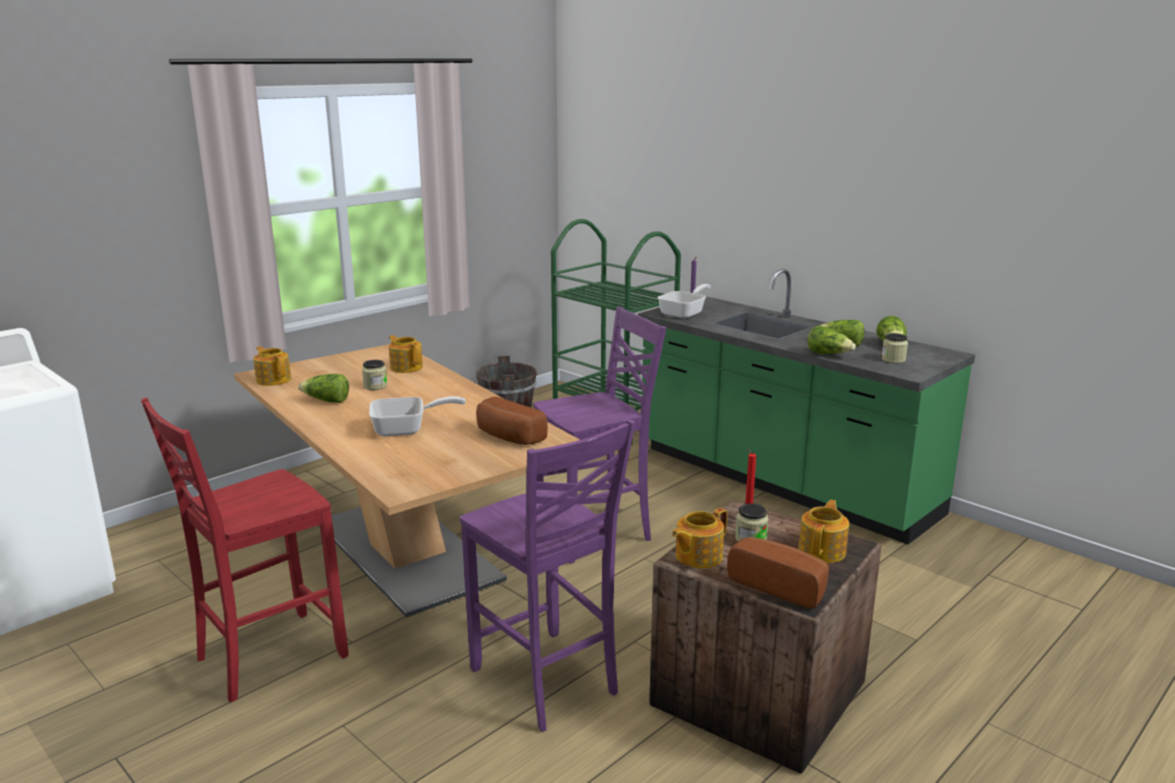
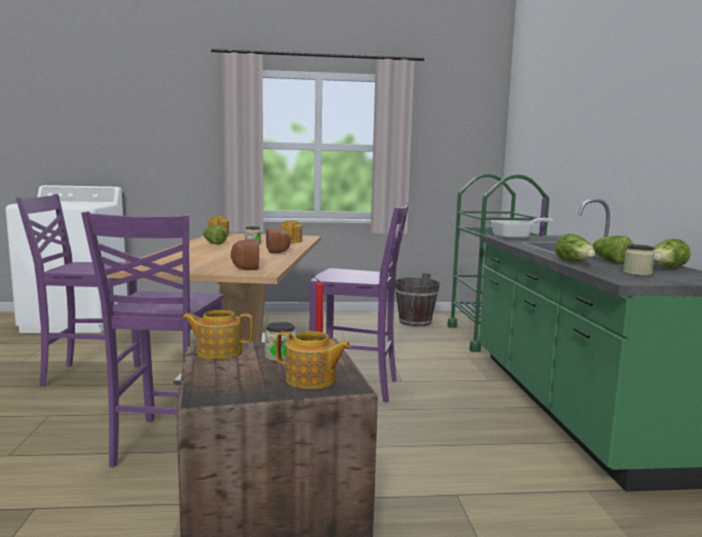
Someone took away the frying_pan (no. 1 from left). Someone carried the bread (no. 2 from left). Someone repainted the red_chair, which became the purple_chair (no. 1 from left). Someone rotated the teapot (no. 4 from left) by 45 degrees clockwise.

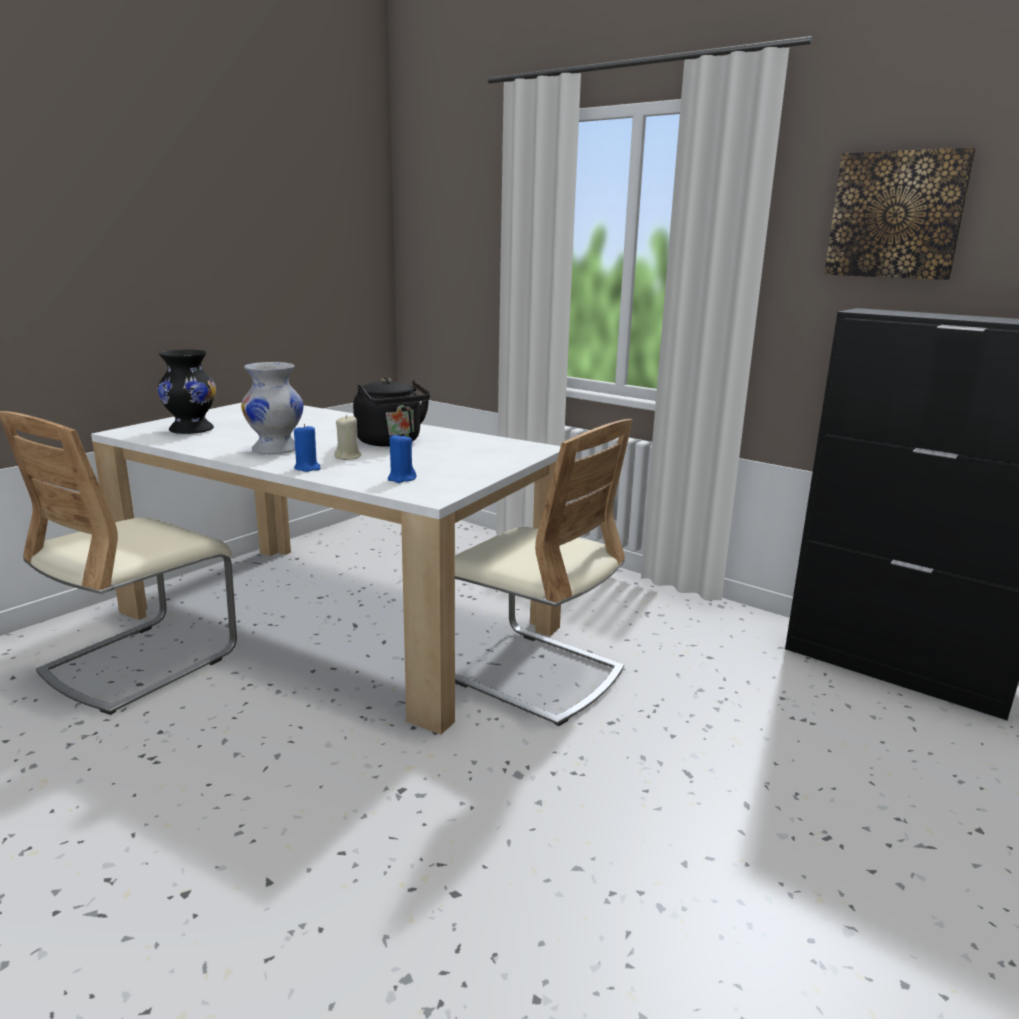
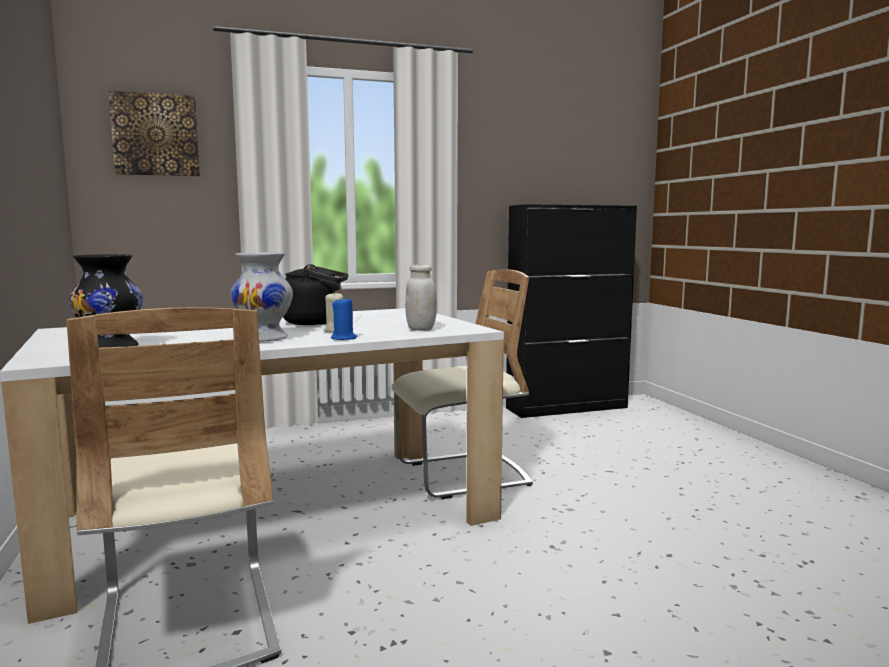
Someone carried the picture. Someone swapped the blue_candle (no. 2 from left) for the white_jar.

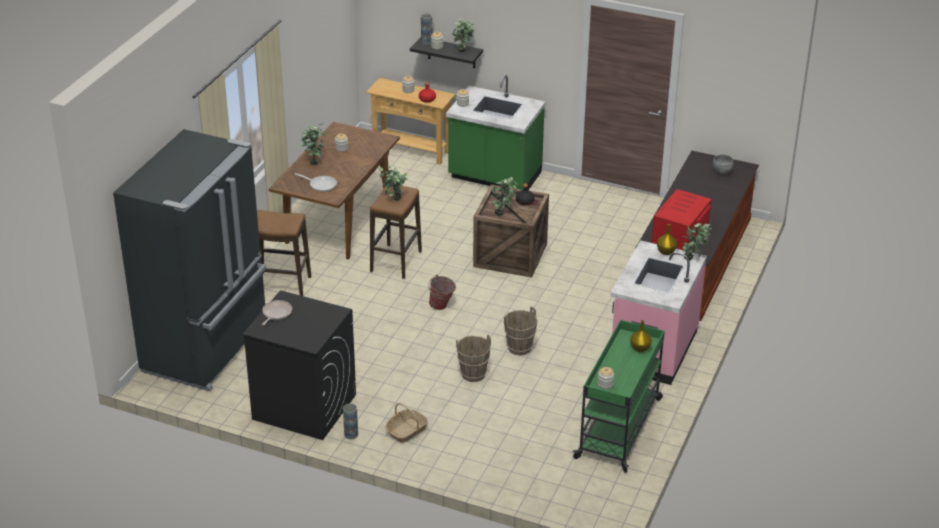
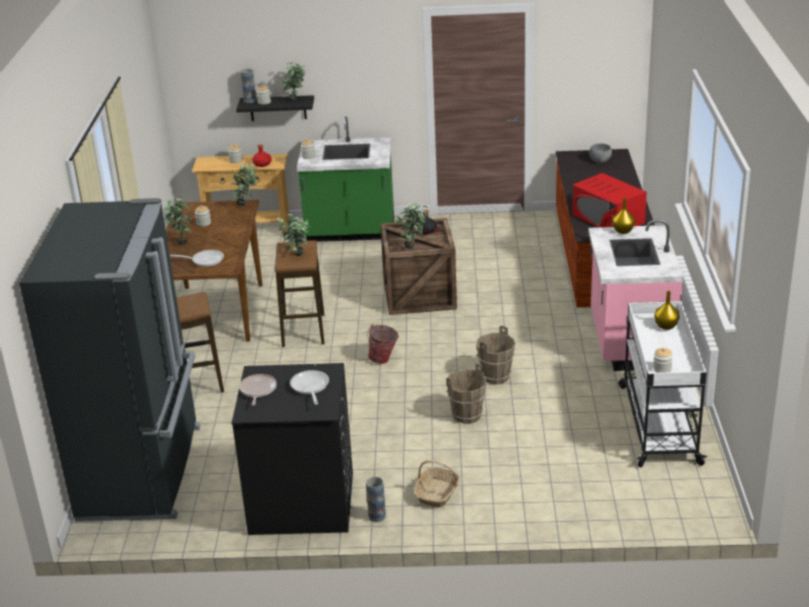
Someone put down the frying_pan (no. 3 from left). Someone carried the potted_plant (no. 5 from left in the first image). Someone repainted the green_cart, which became the white_cart. Someone rotated the red_microwave by 45 degrees counterclockwise.

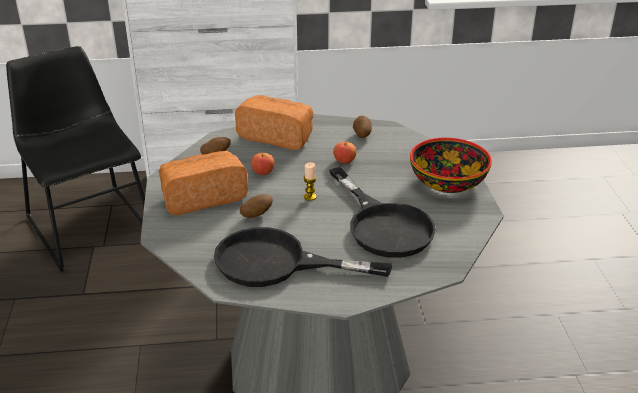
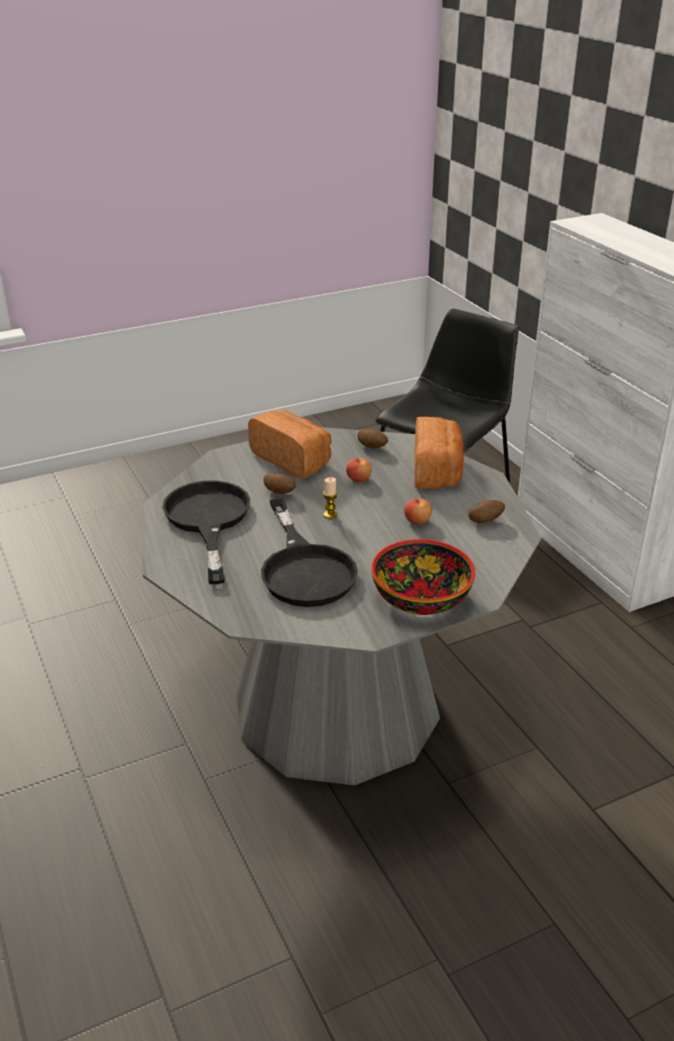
Someone rotated the black_frying_pan (no. 2 from left) by 60 degrees counterclockwise.

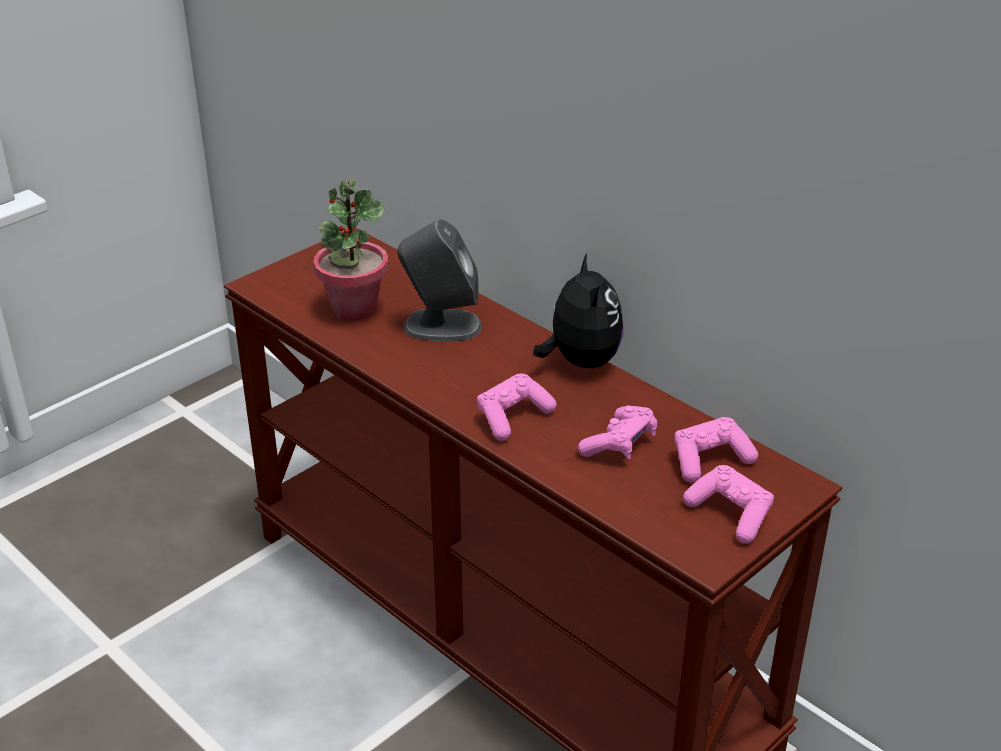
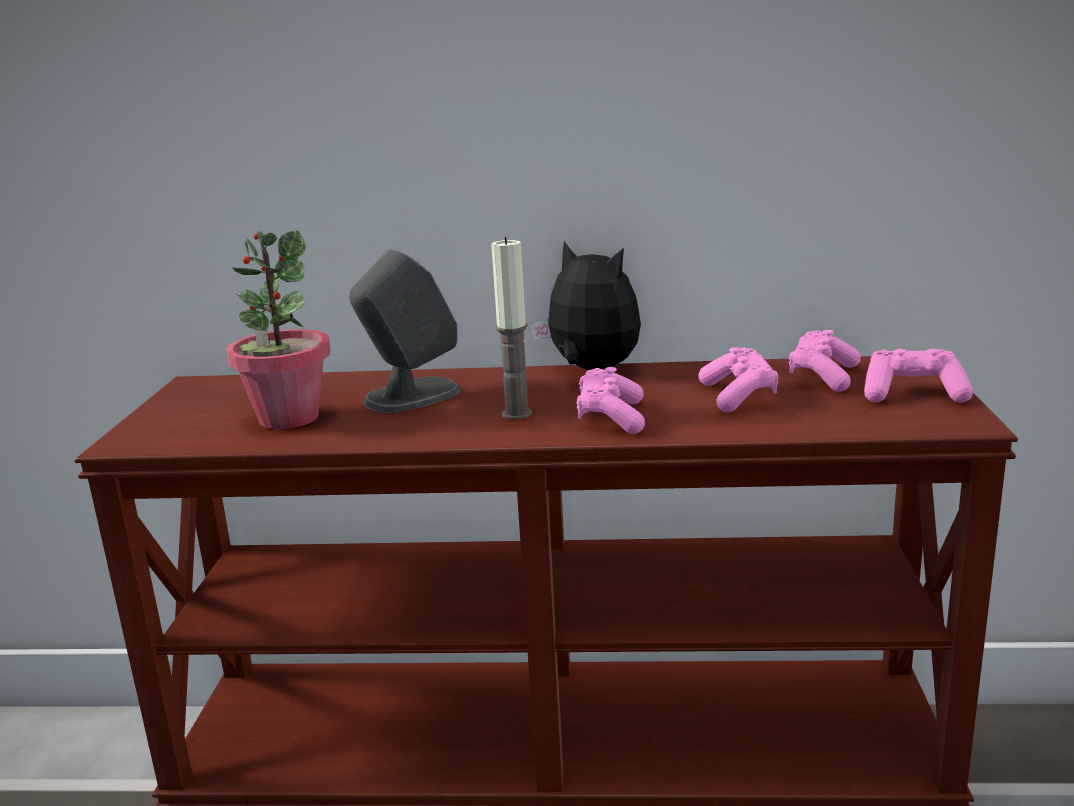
Someone put down the candle.

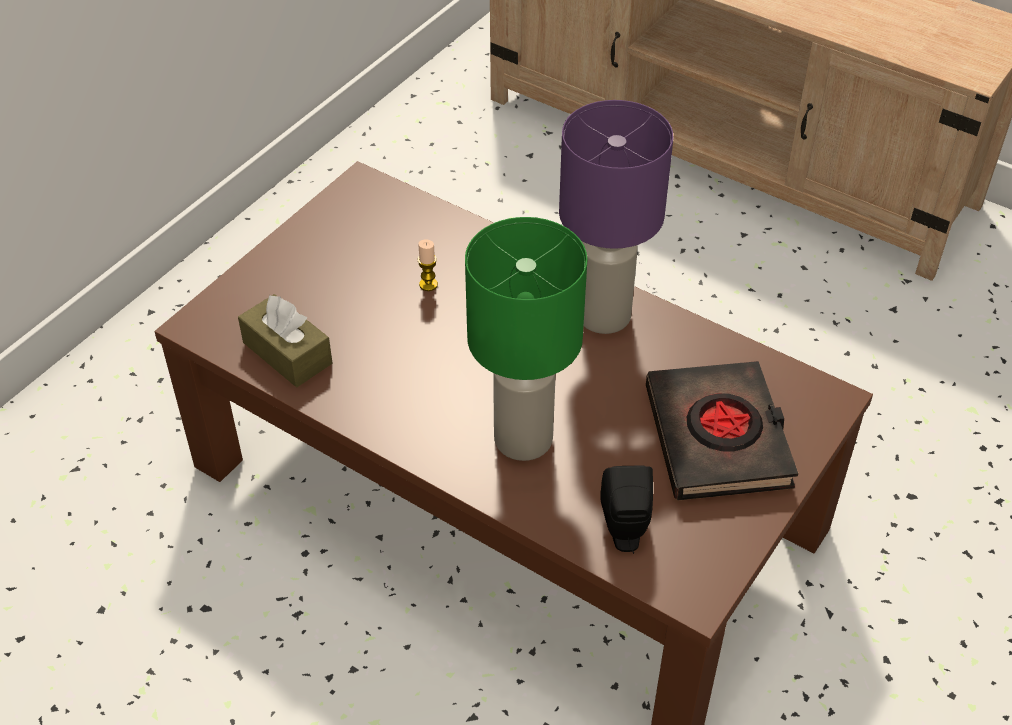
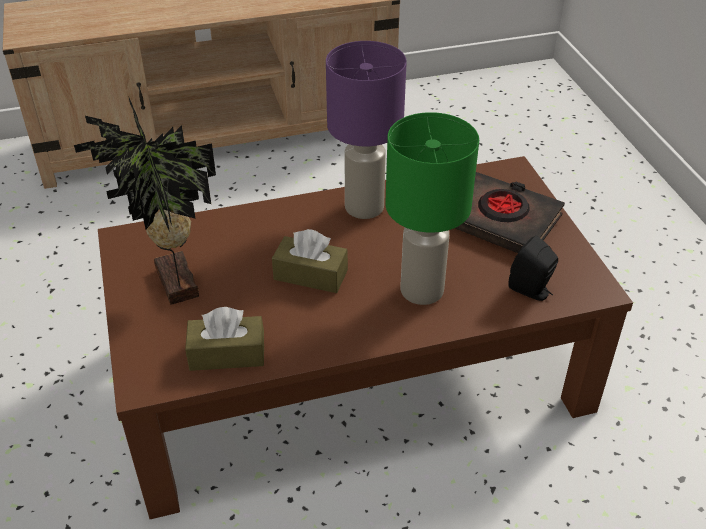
Someone took away the candle. Someone put down the potted_plant. Someone put down the brown_tissue_box (no. 2 from left).

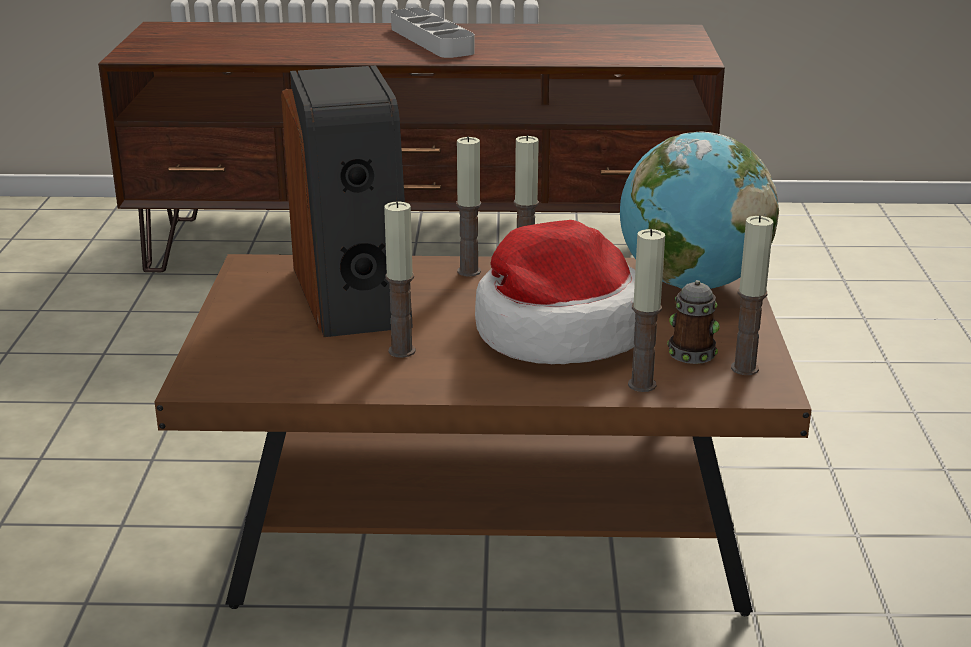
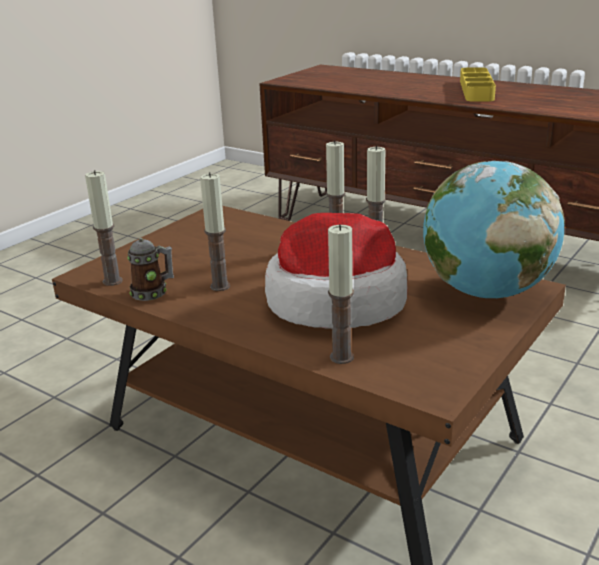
Someone took away the speaker. Someone carried the mug. Someone carried the candle (no. 5 from left in the first image). Someone repainted the grey_tray, which became the yellow_tray.

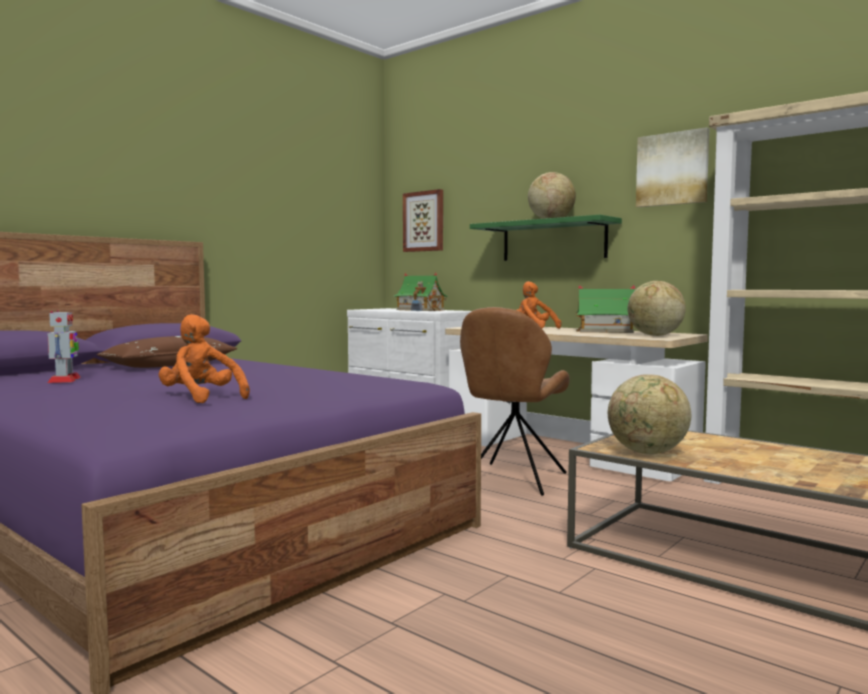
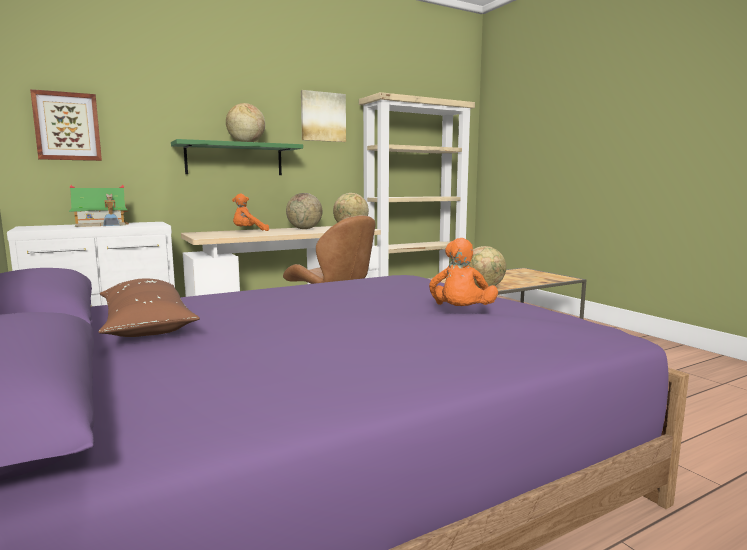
Someone took away the toy_robot. Someone swapped the toy_house (no. 2 from left) for the globe (no. 2 from left). Someone rotated the orange_plush_toy (no. 1 from left in the first image) by 45 degrees counterclockwise.

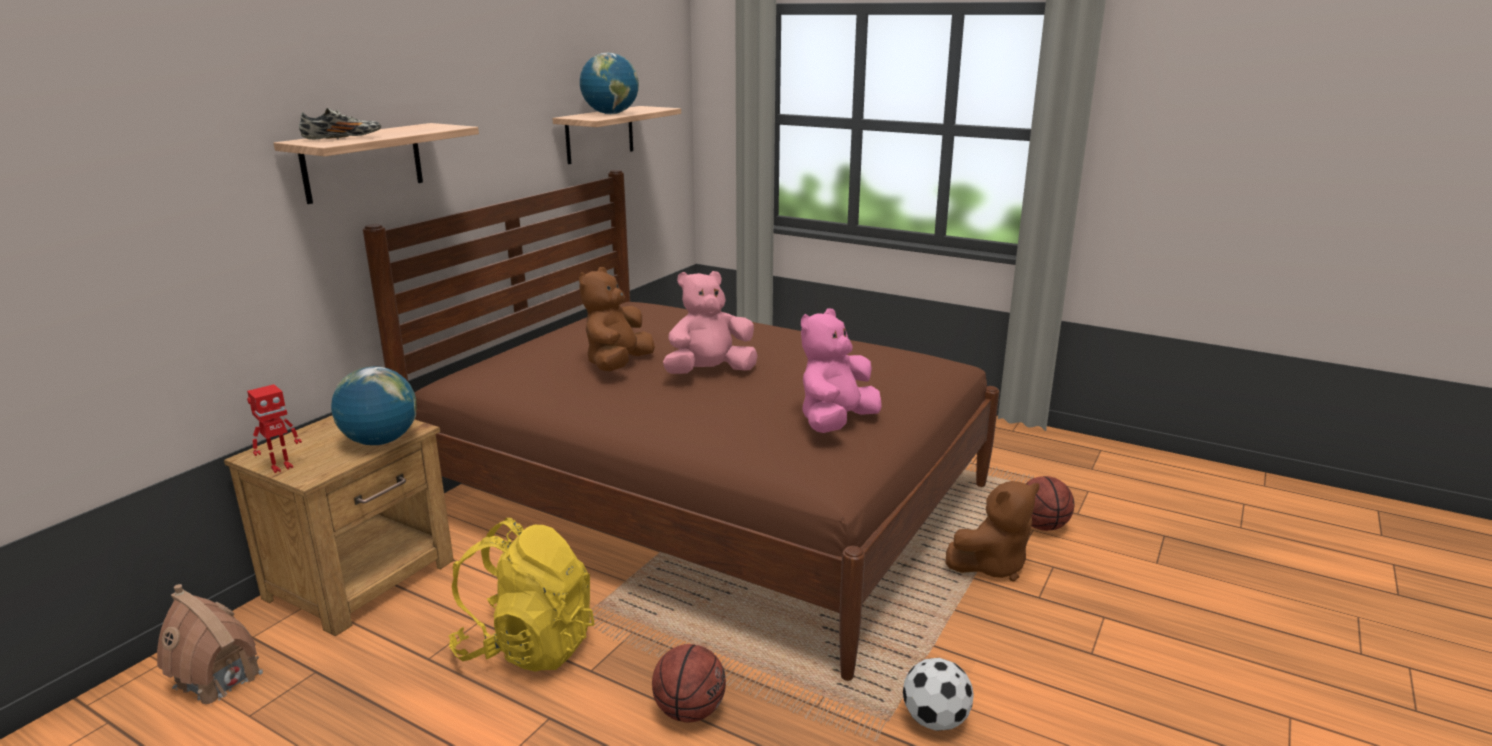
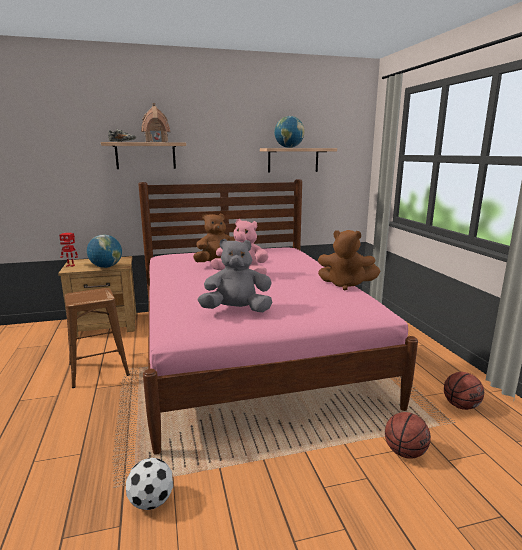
Someone carried the toy_house. Someone carried the basketball (no. 1 from left in the first image). Someone carried the brown_plush_toy (no. 2 from left). Someone swapped the yellow_backpack for the brown_stool. Someone repainted the brown_bed, which became the pink_bed. Someone repainted the pink_plush_toy (no. 2 from left), which became the grey_plush_toy.

